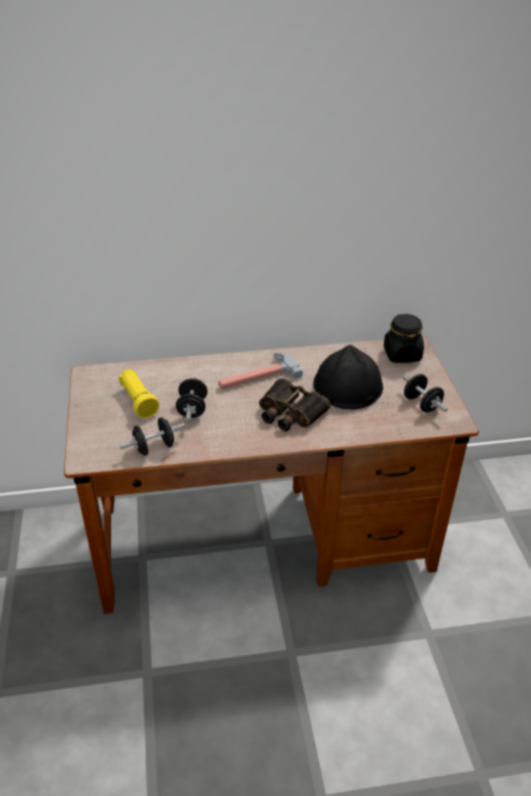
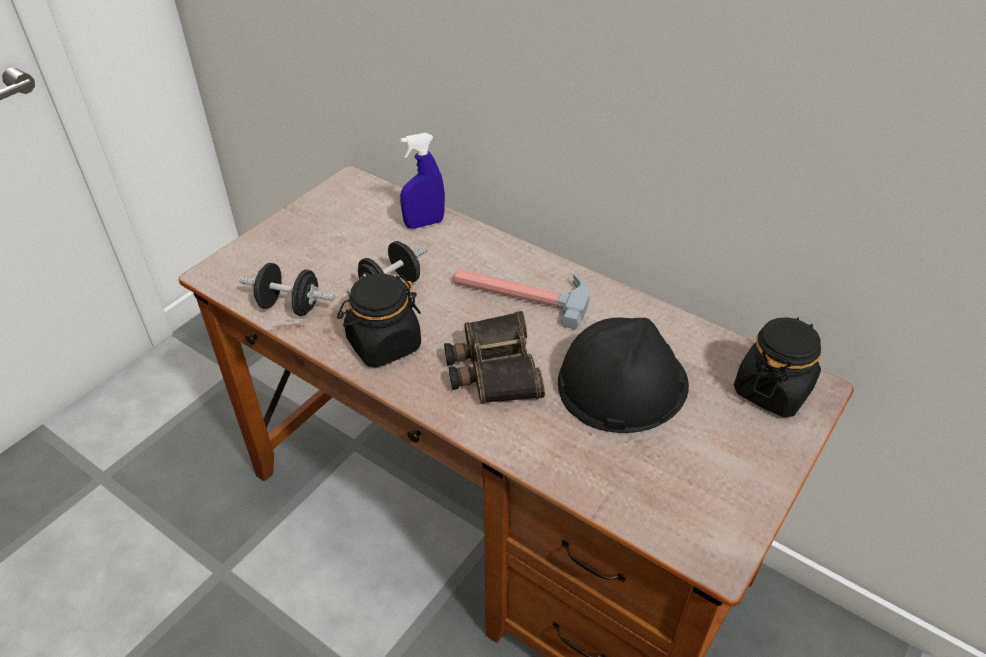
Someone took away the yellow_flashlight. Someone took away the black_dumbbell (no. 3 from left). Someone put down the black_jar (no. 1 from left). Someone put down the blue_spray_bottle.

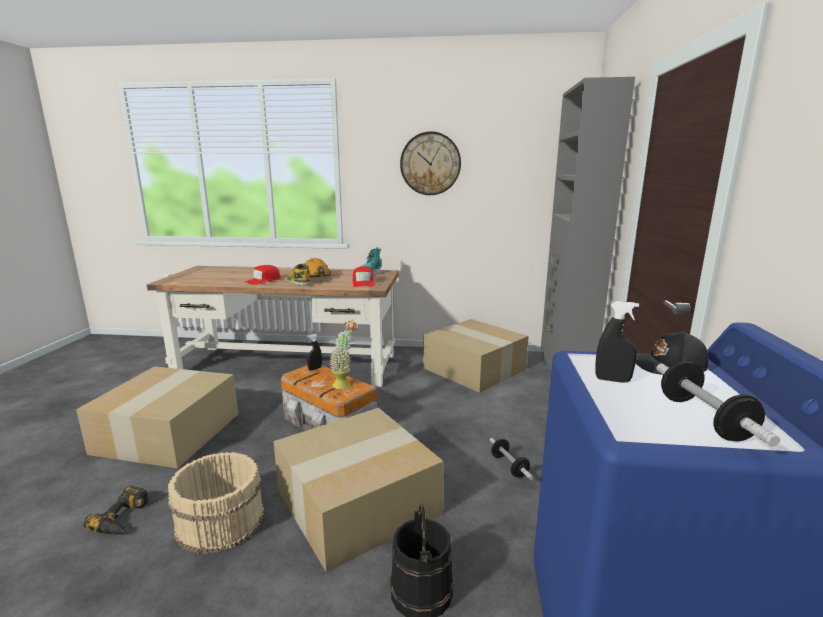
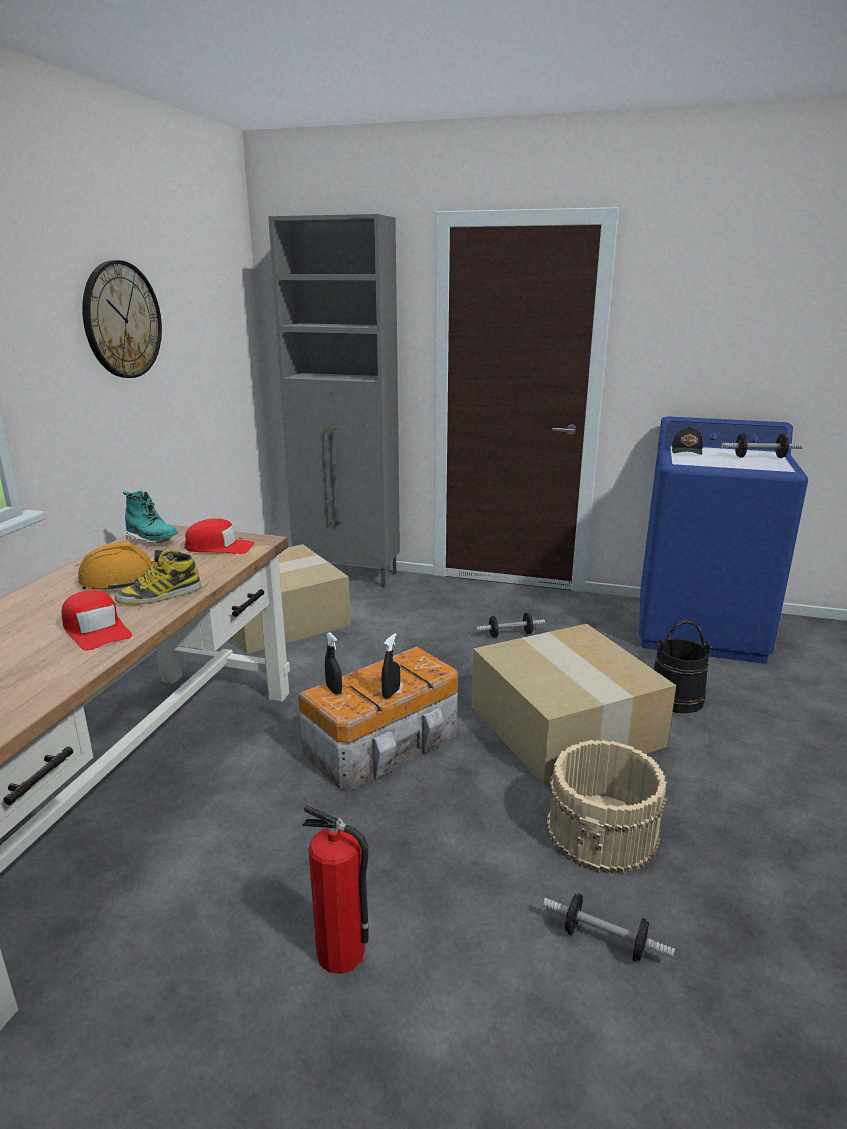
Someone took away the potted_plant. Someone carried the black_spray_bottle (no. 2 from left). Someone swapped the cardboard_box (no. 1 from left) for the fire_extinguisher. Someone swapped the power_drill for the dumbbell (no. 2 from left).

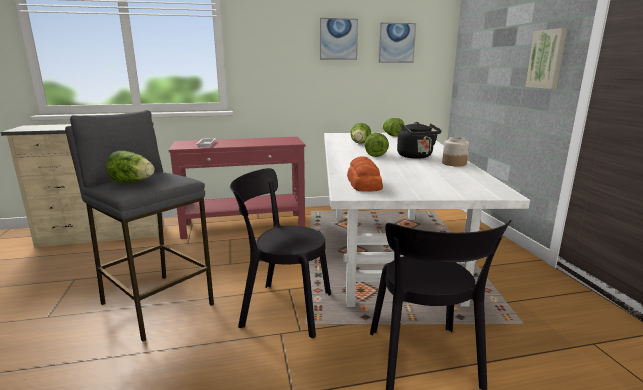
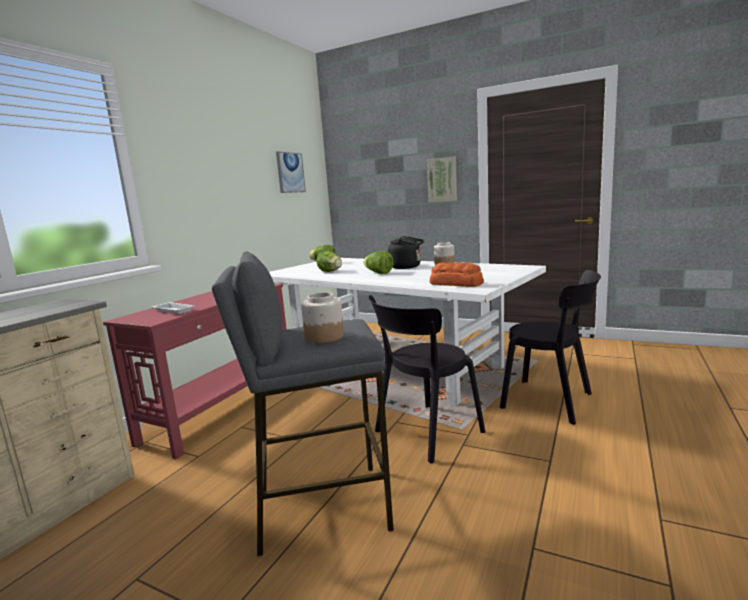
Someone took away the picture (no. 1 from left). Someone swapped the lettuce (no. 1 from left) for the jar (no. 1 from left).

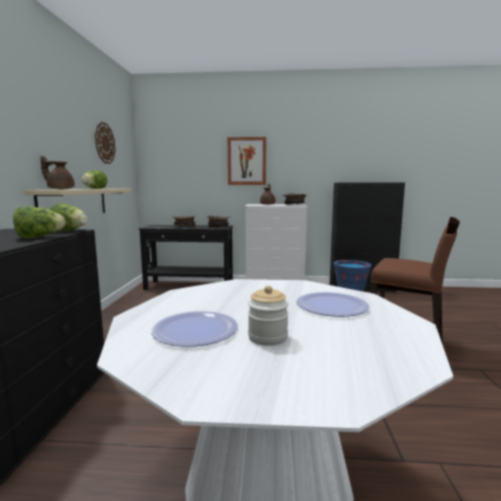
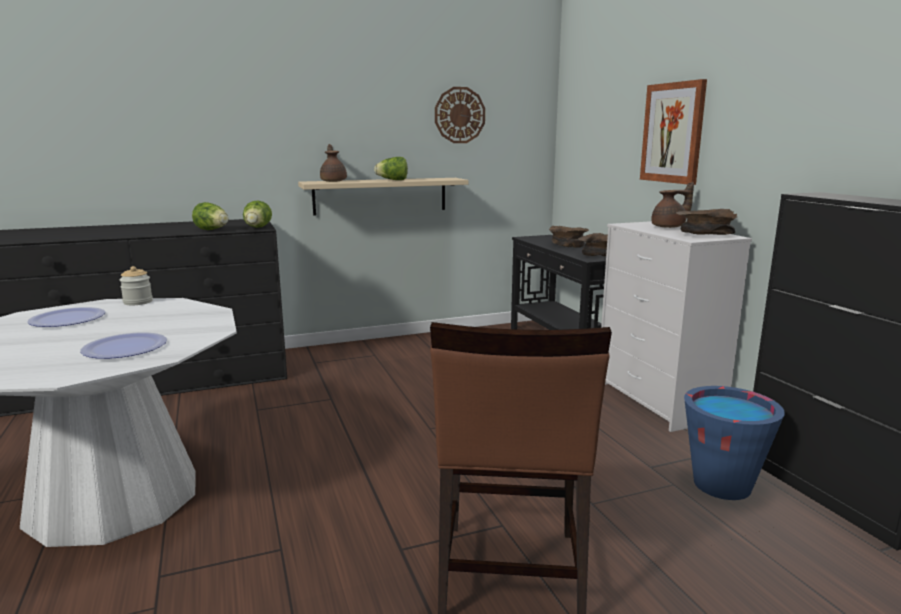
Someone carried the jar.

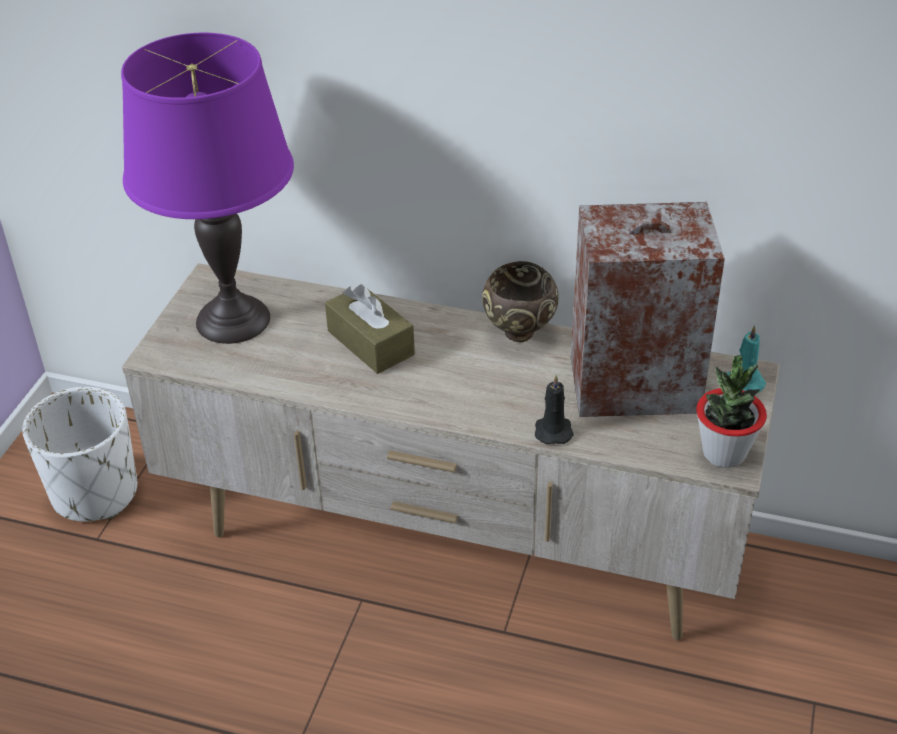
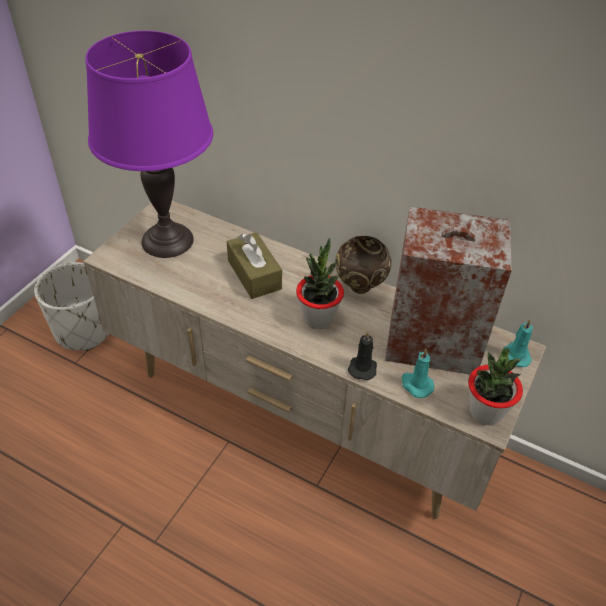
Someone put down the potted_plant (no. 1 from left). Someone put down the turquoise_candle (no. 1 from left).

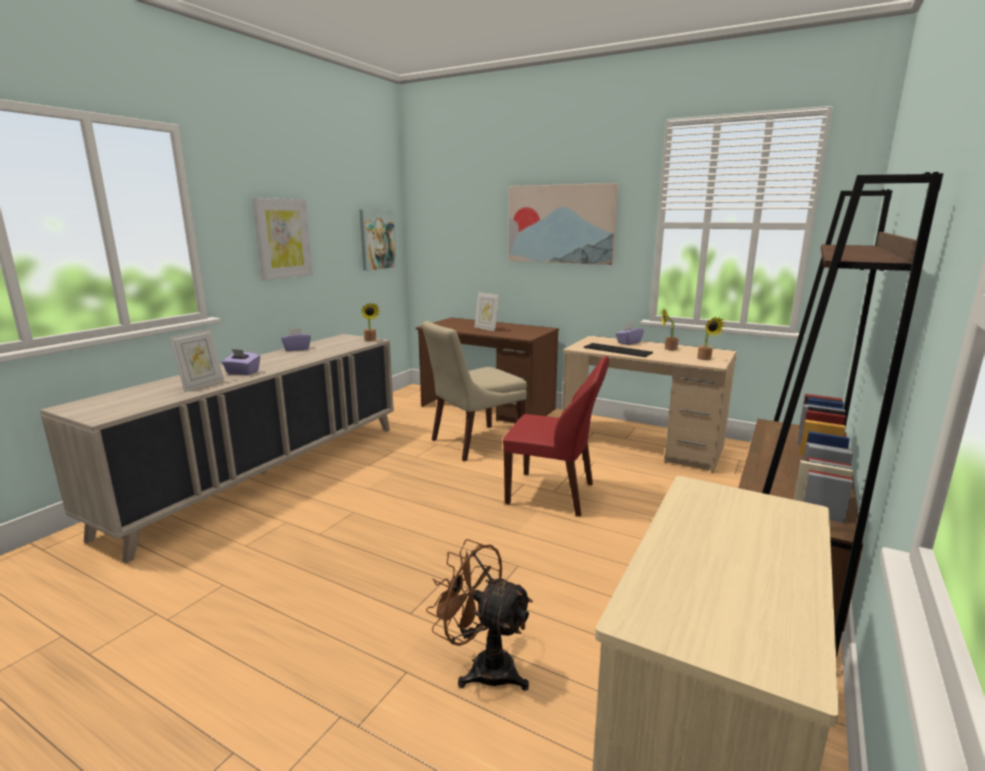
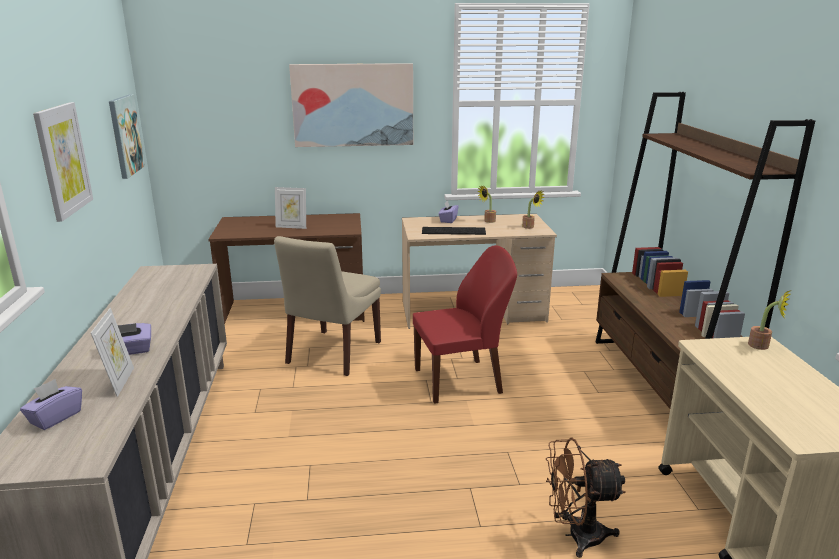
Someone carried the purple_tissue_box (no. 2 from left in the first image). Someone carried the potted_plant (no. 1 from left in the first image).

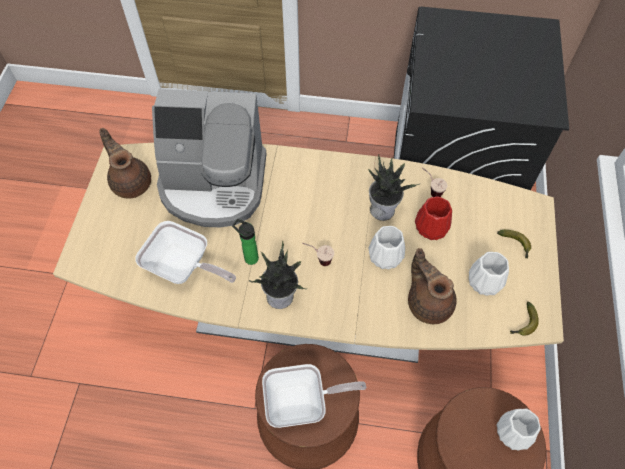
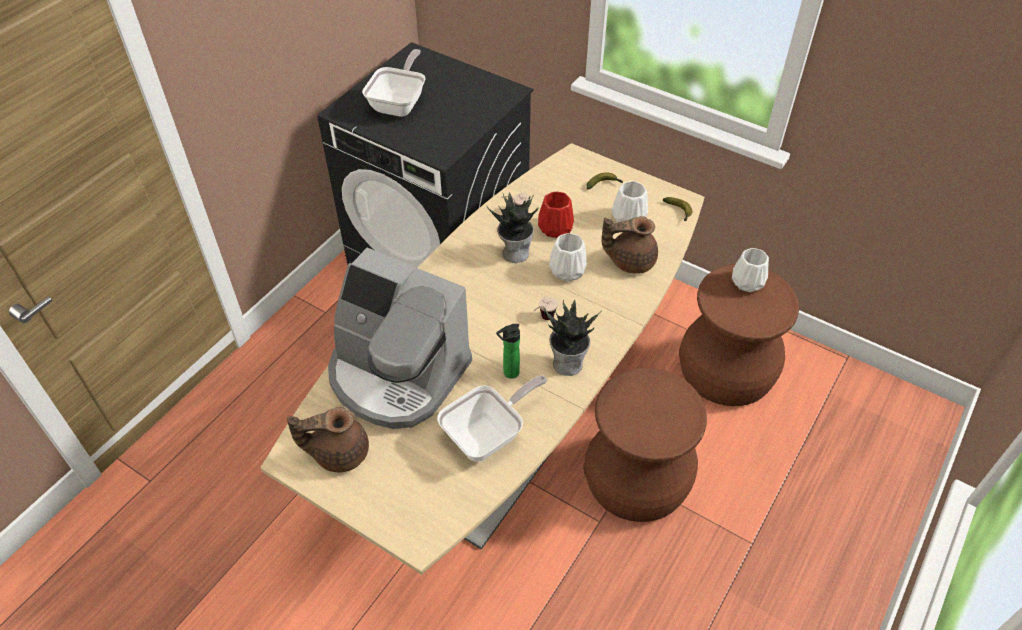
Someone carried the frying_pan (no. 2 from left in the first image). Someone rotated the coffee_machine by 90 degrees clockwise.

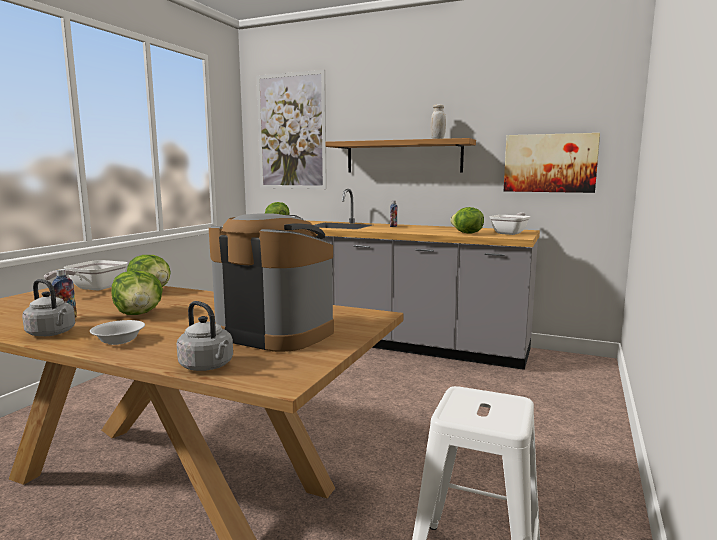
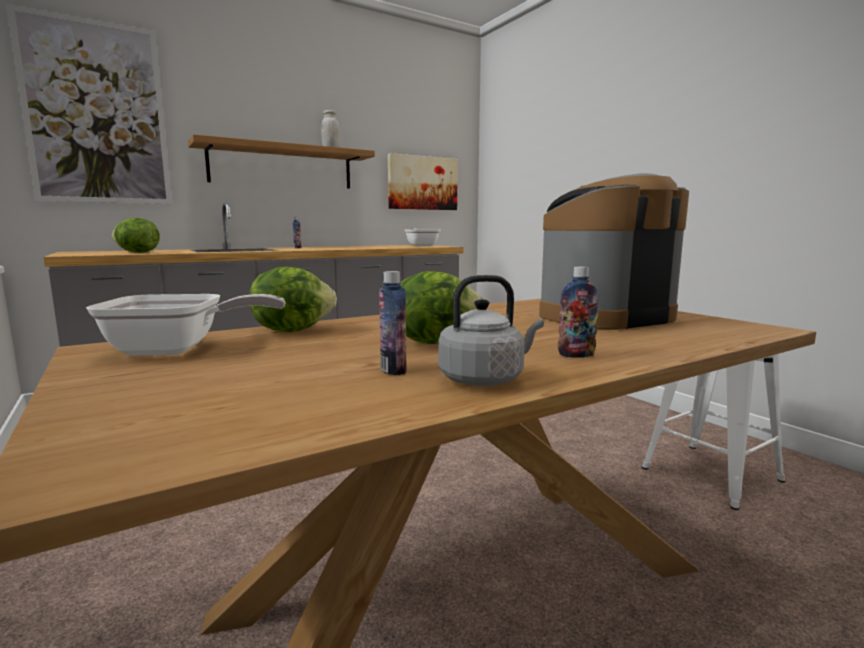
Someone took away the grey_kettle (no. 2 from left). Someone took away the lettuce (no. 4 from left). Someone swapped the white_bowl for the bottle (no. 3 from left). Someone rotated the frying_pan (no. 1 from left) by 60 degrees counterclockwise.

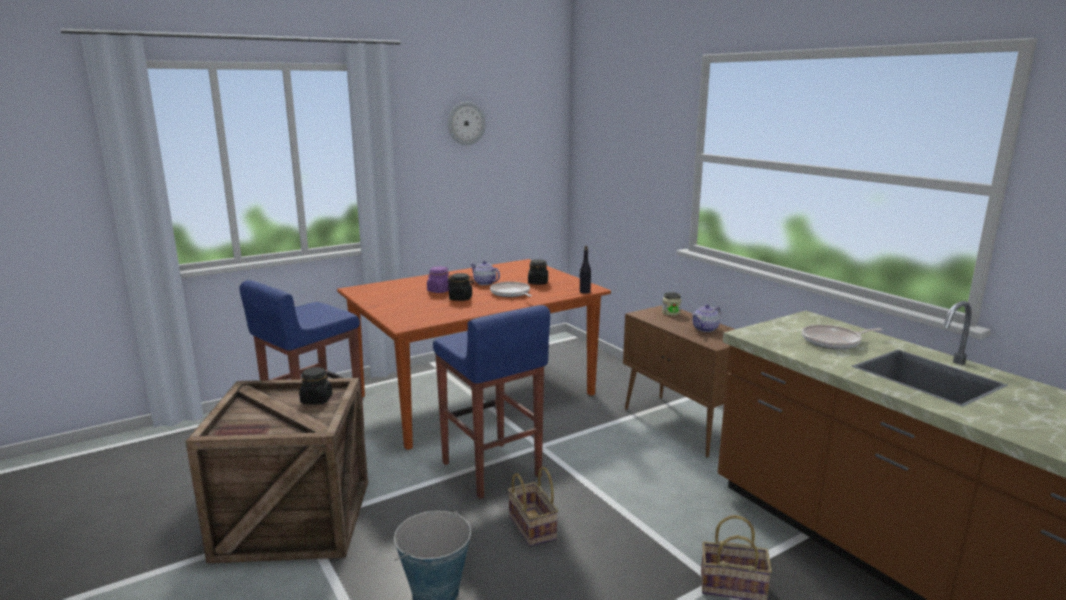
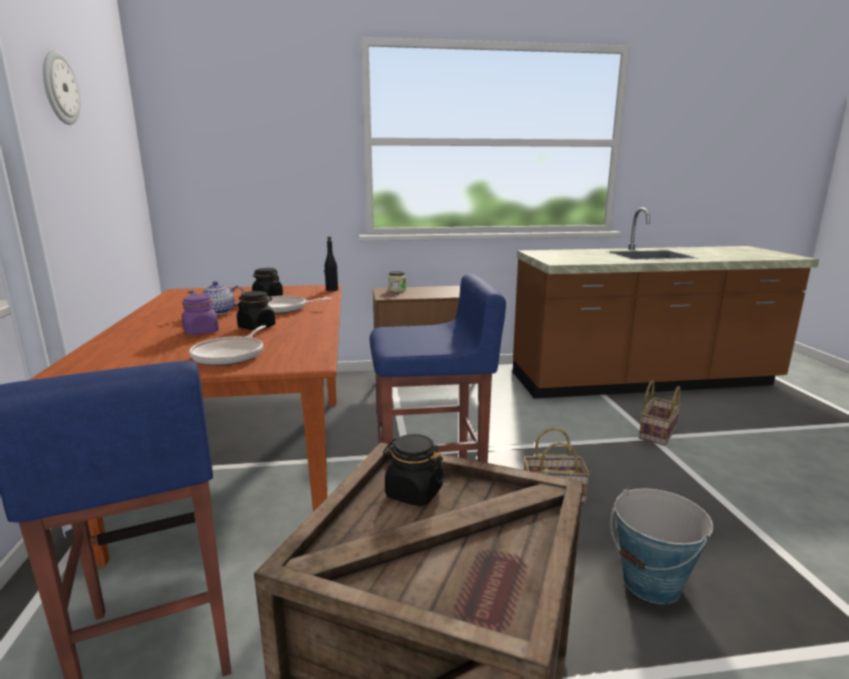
Someone took away the teapot (no. 2 from left). Someone carried the frying_pan (no. 2 from left in the first image).

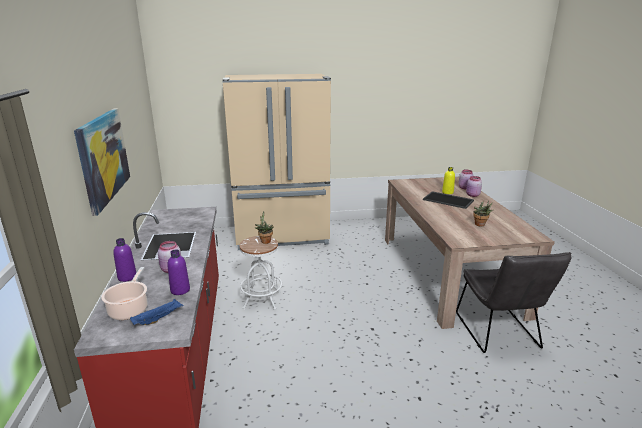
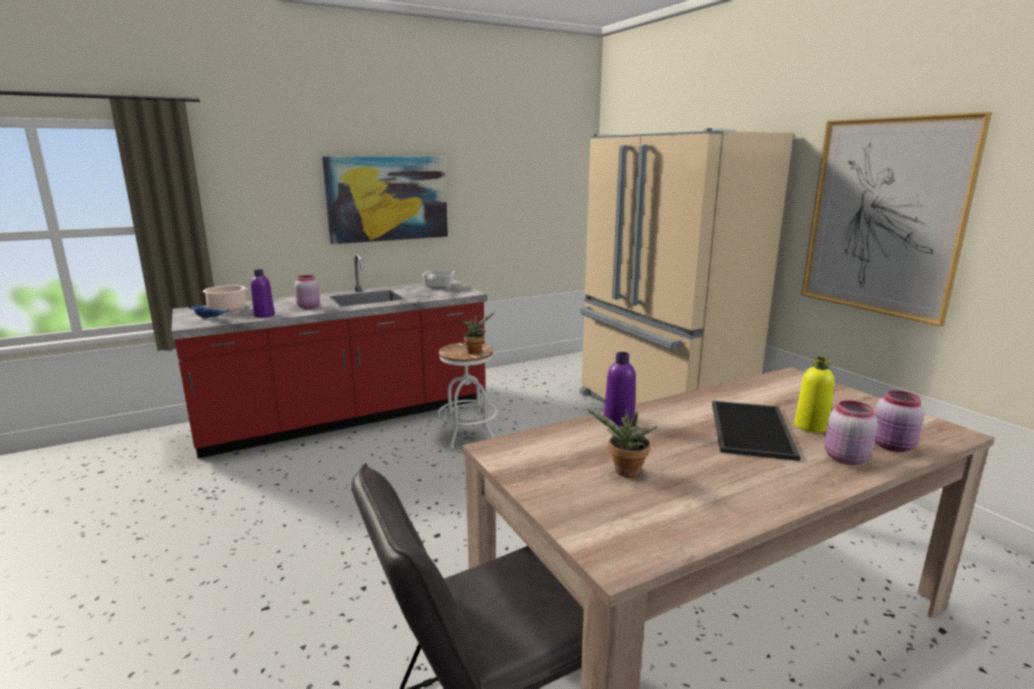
Someone put down the frying_pan. Someone put up the picture (no. 2 from left). Someone carried the purple_bottle (no. 1 from left in the first image).

